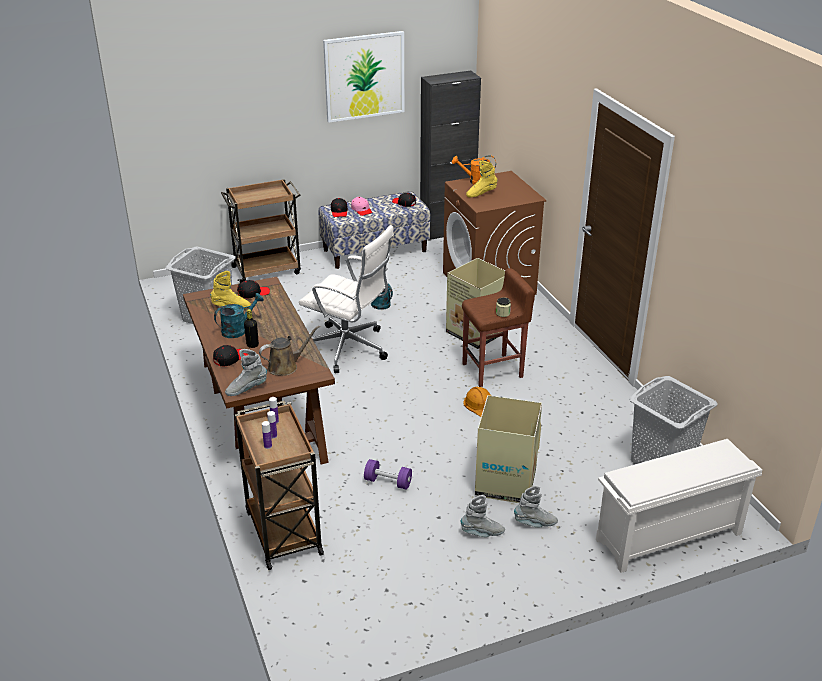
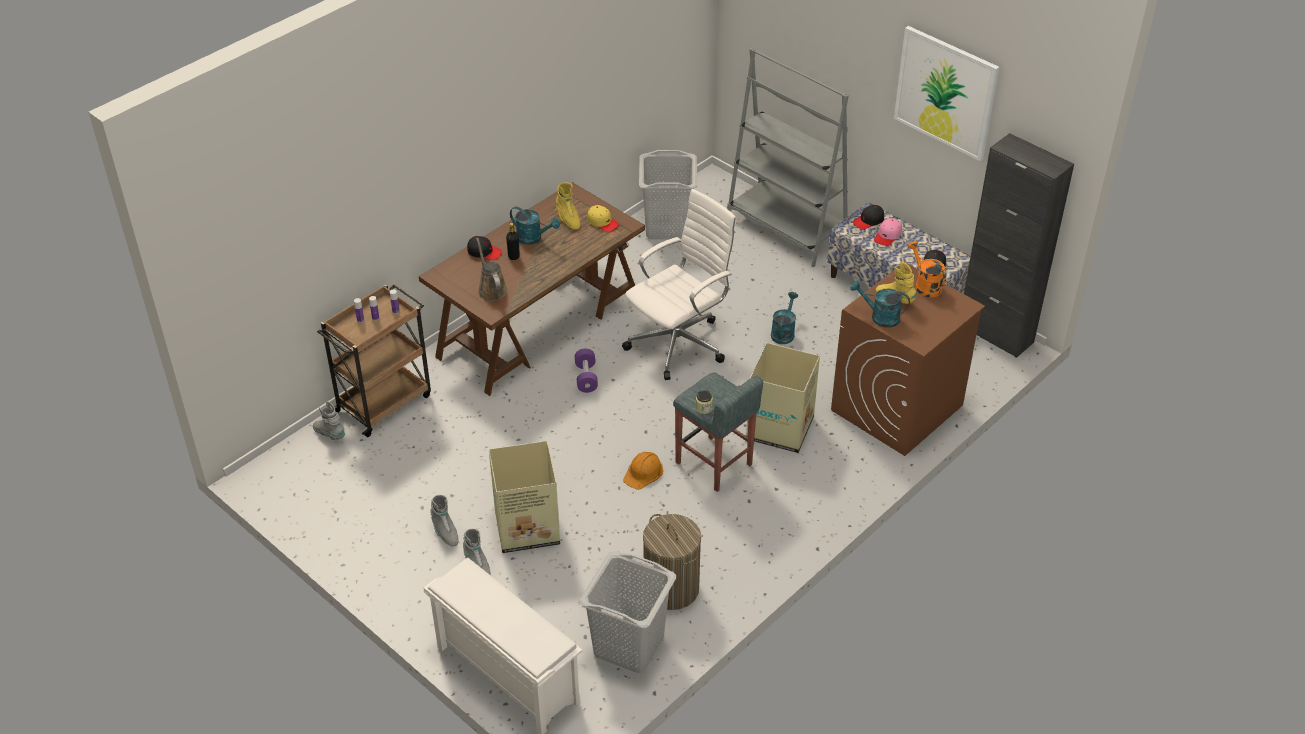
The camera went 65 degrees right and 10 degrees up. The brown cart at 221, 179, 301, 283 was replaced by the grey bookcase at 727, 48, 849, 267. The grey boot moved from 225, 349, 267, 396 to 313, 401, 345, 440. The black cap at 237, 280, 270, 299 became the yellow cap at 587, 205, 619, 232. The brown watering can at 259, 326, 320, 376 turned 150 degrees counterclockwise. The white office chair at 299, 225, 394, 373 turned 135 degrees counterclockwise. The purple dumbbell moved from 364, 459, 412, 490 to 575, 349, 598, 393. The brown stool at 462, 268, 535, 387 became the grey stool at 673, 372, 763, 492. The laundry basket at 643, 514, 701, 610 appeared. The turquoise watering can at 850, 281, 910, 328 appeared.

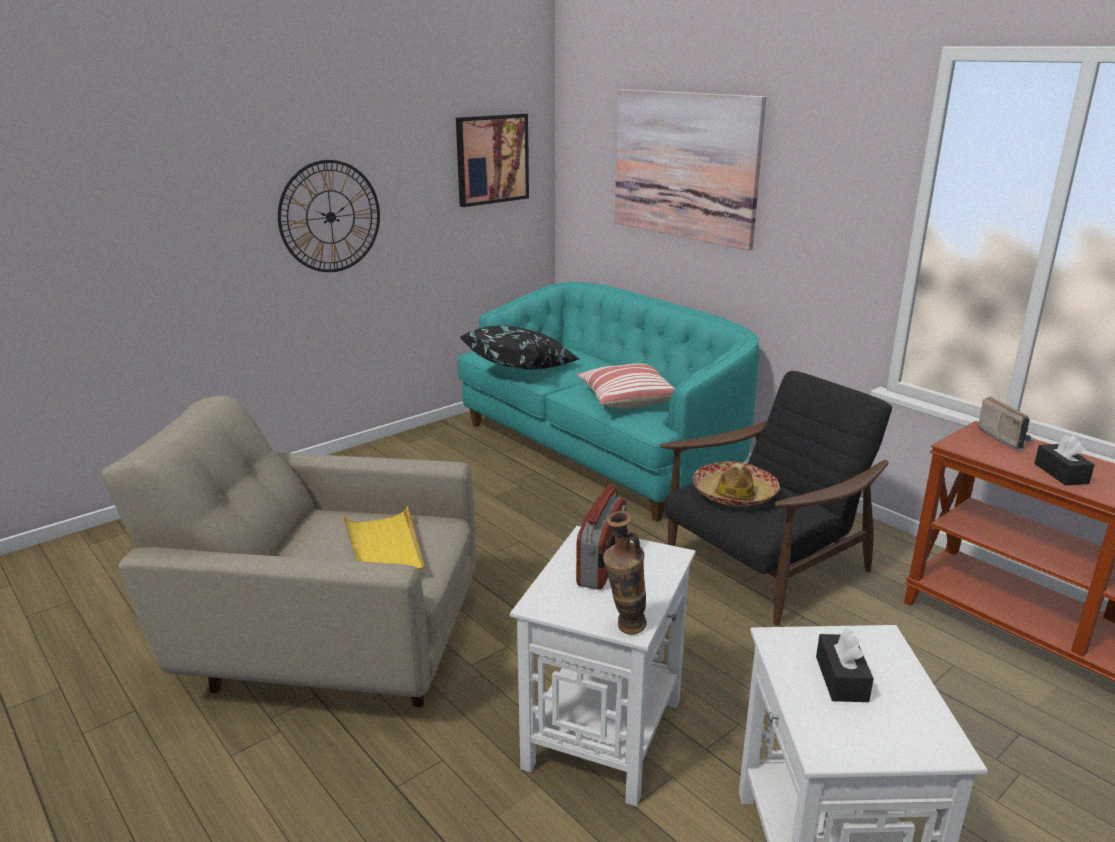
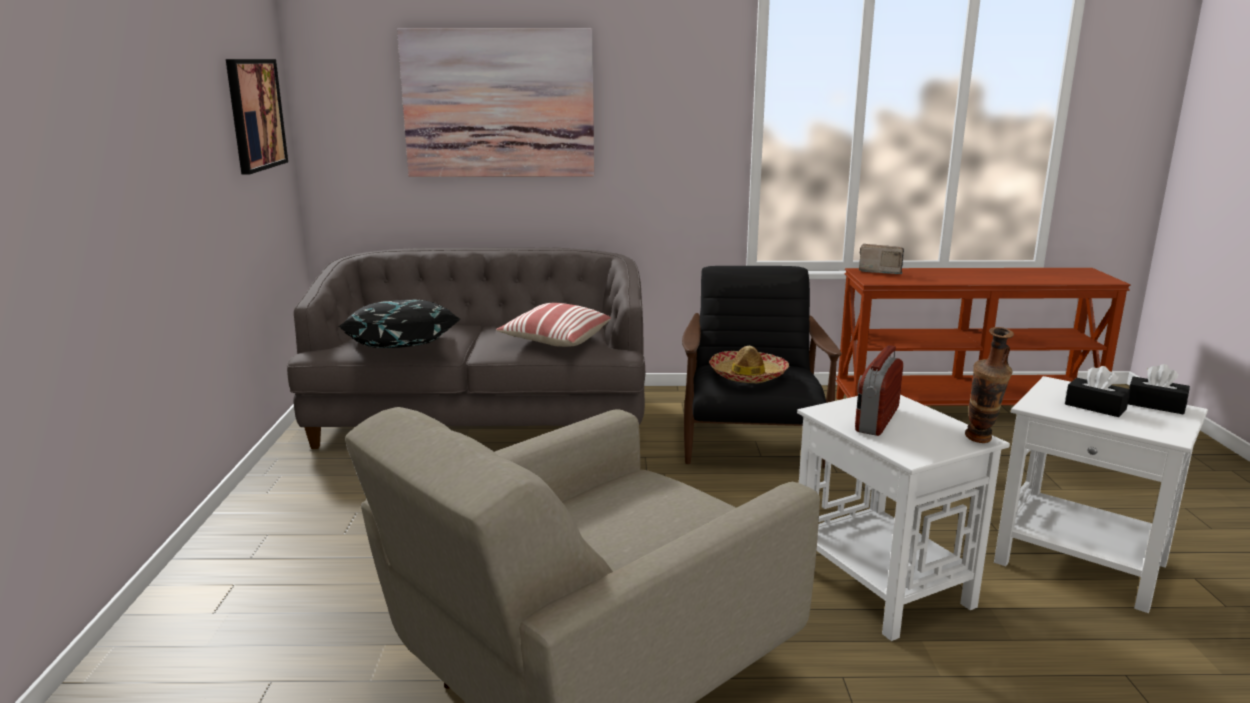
The camera went 50 degrees left and 5 degrees down. The wall clock at 278, 160, 380, 272 disappeared. The yellow tray at 343, 506, 425, 575 disappeared. The turquoise sofa at 457, 282, 759, 522 became the grey sofa at 287, 248, 645, 449. The radio at 576, 484, 627, 590 turned 120 degrees counterclockwise. The black tissue box moved from 1034, 435, 1095, 485 to 1128, 364, 1190, 415.

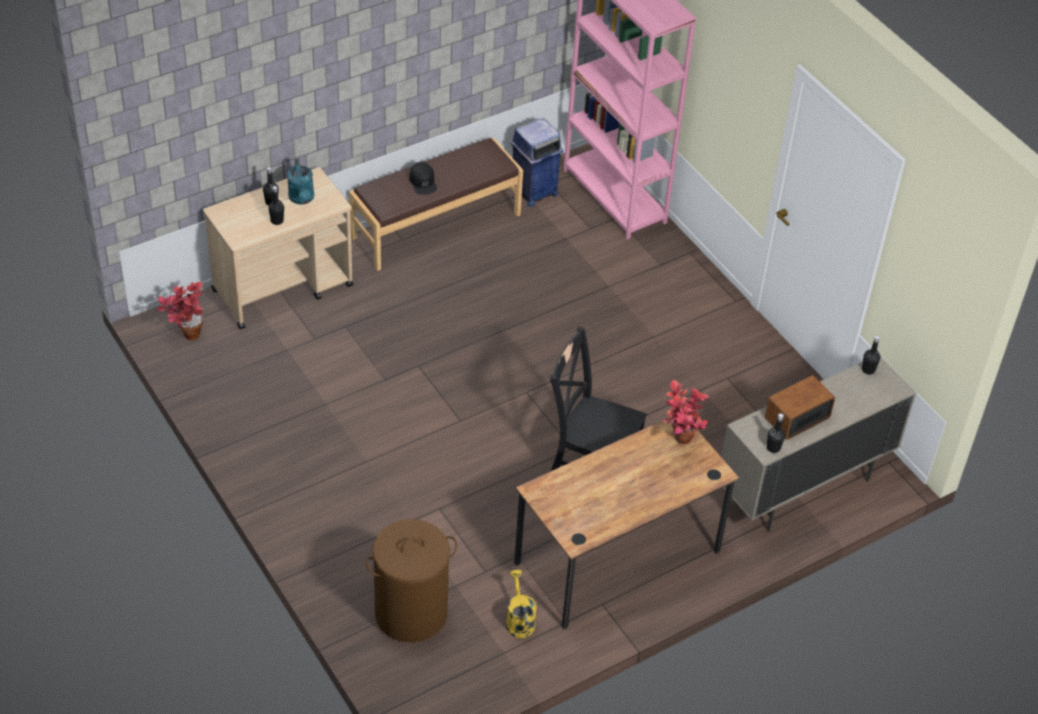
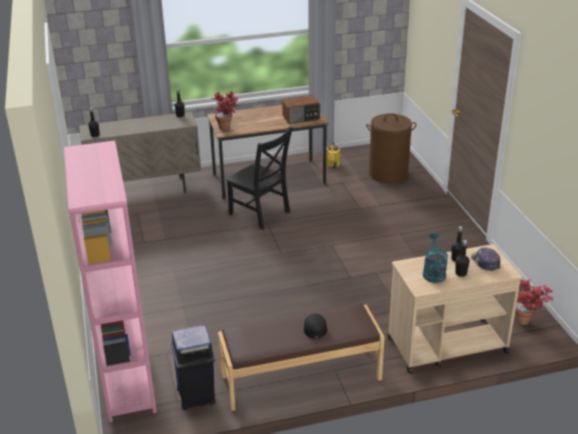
The camera went 160 degrees left and 15 degrees down. The radio moved from 765, 375, 835, 440 to 282, 95, 320, 124. The cap at 471, 248, 501, 271 appeared.

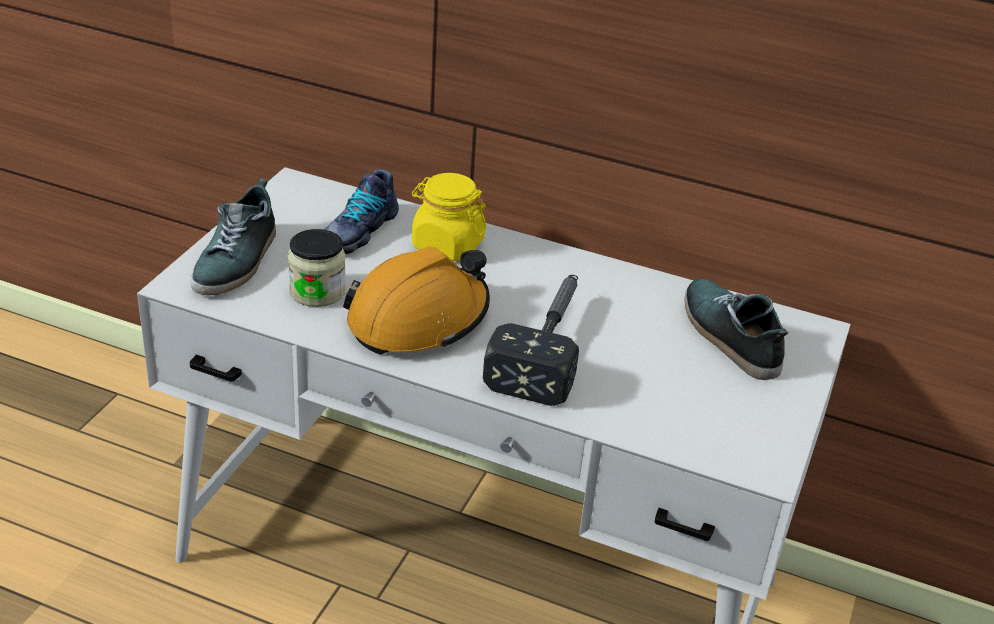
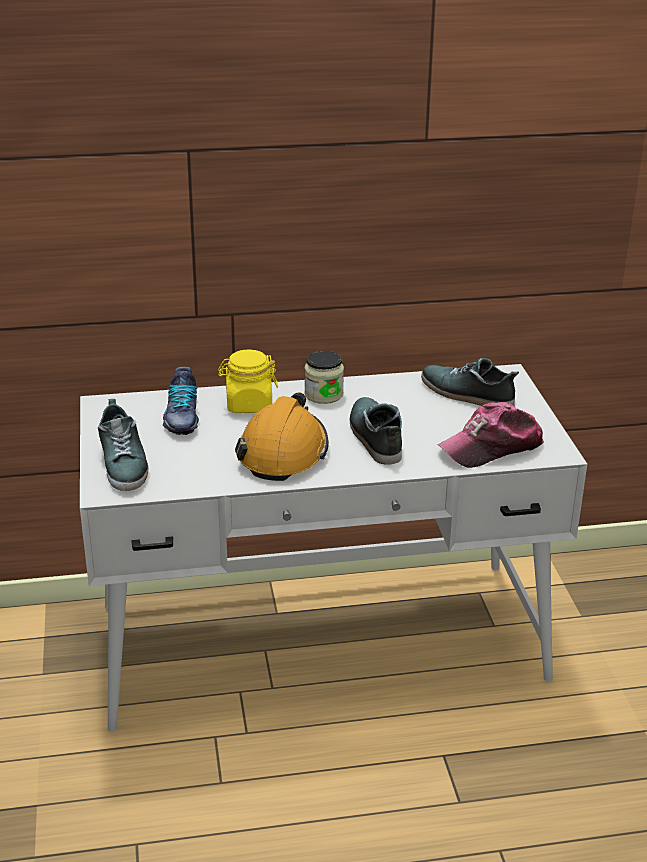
The camera went 30 degrees left and 5 degrees down. The jar moved from 288, 229, 346, 307 to 304, 350, 344, 404. The hammer at 483, 275, 579, 406 was replaced by the shoe at 350, 397, 402, 465. The cap at 438, 402, 544, 468 appeared.

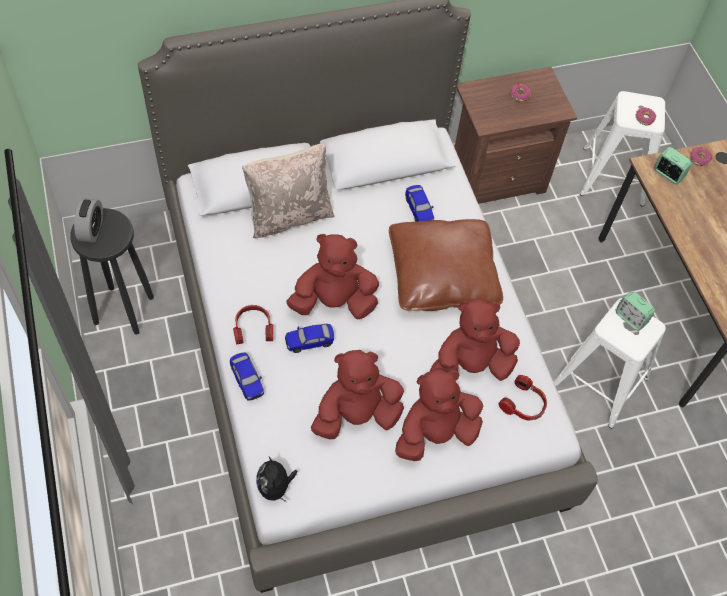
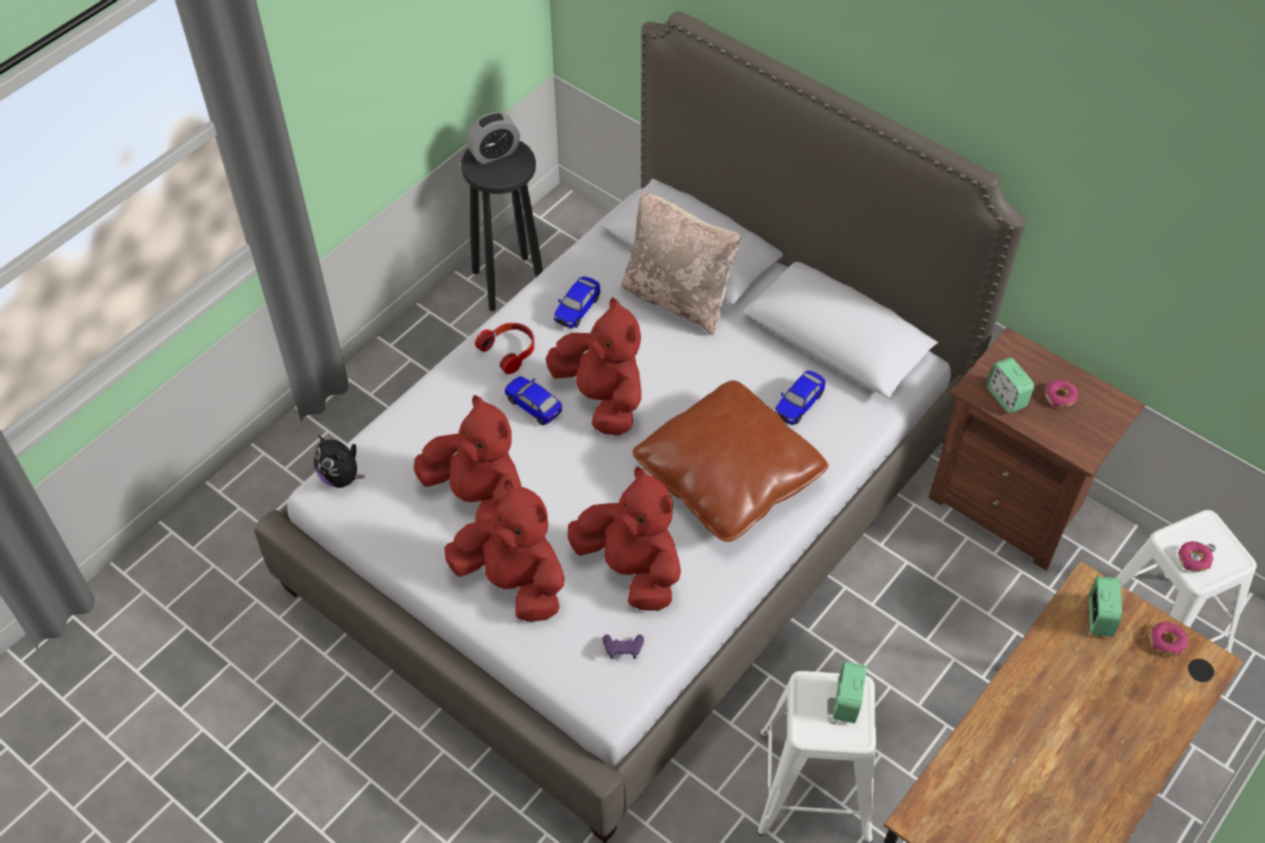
The camera went 60 degrees right and 5 degrees down. The toy car moved from 230, 352, 264, 401 to 554, 276, 600, 328. The plush toy at 256, 457, 297, 502 turned 90 degrees counterclockwise. The headphones at 499, 375, 547, 421 was replaced by the purple game controller at 603, 634, 644, 659. The alarm clock at 987, 357, 1034, 413 appeared.

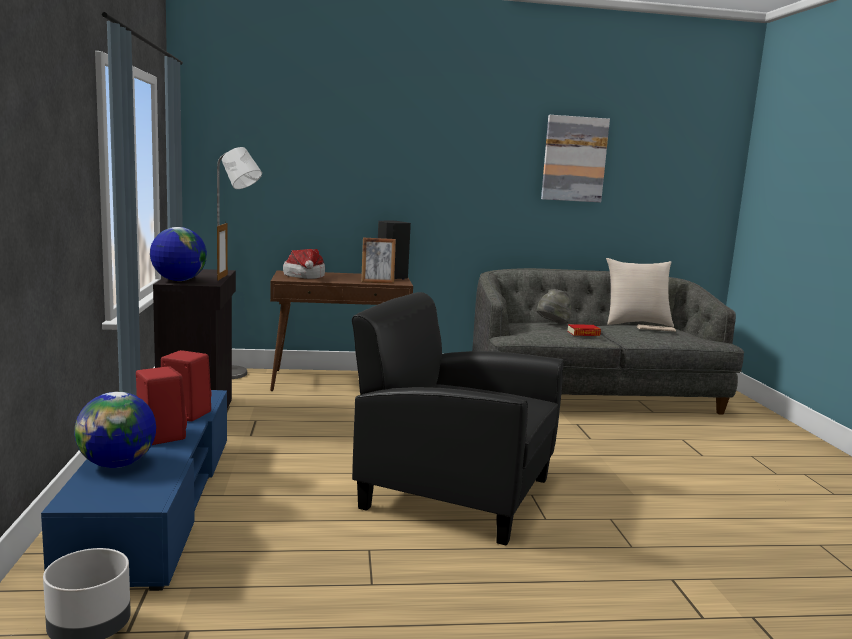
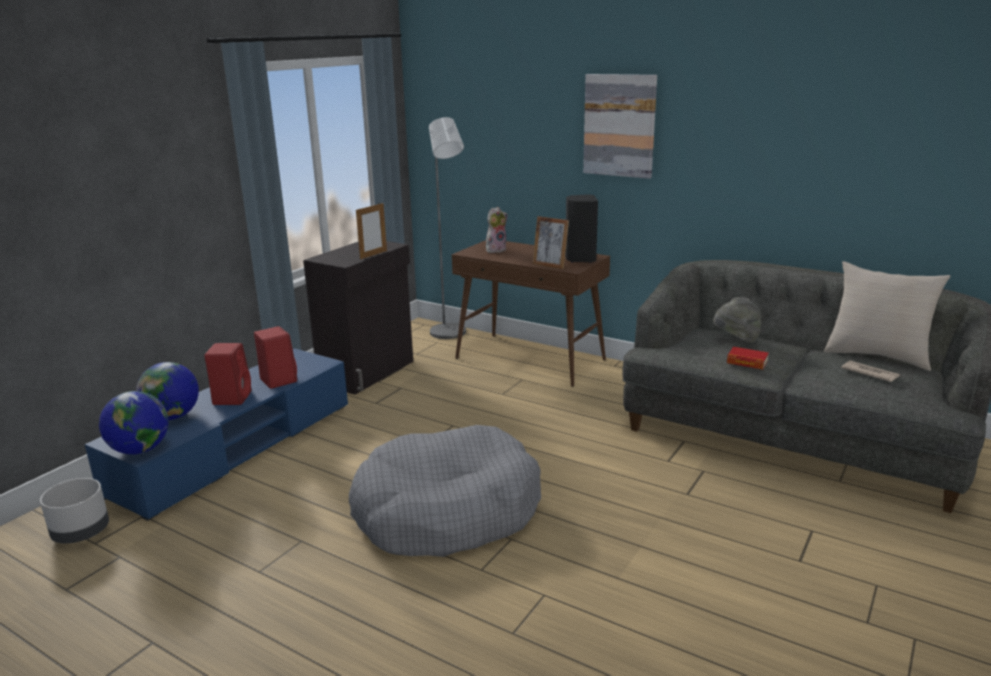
The camera went 40 degrees right and 10 degrees up. The globe moved from 150, 227, 207, 281 to 99, 391, 168, 455. The hat at 283, 249, 325, 279 was replaced by the plush toy at 486, 207, 508, 253. The black armchair at 352, 292, 563, 546 was replaced by the grey dog bed at 349, 425, 541, 557. The picture moved from 541, 115, 610, 202 to 583, 74, 657, 179.

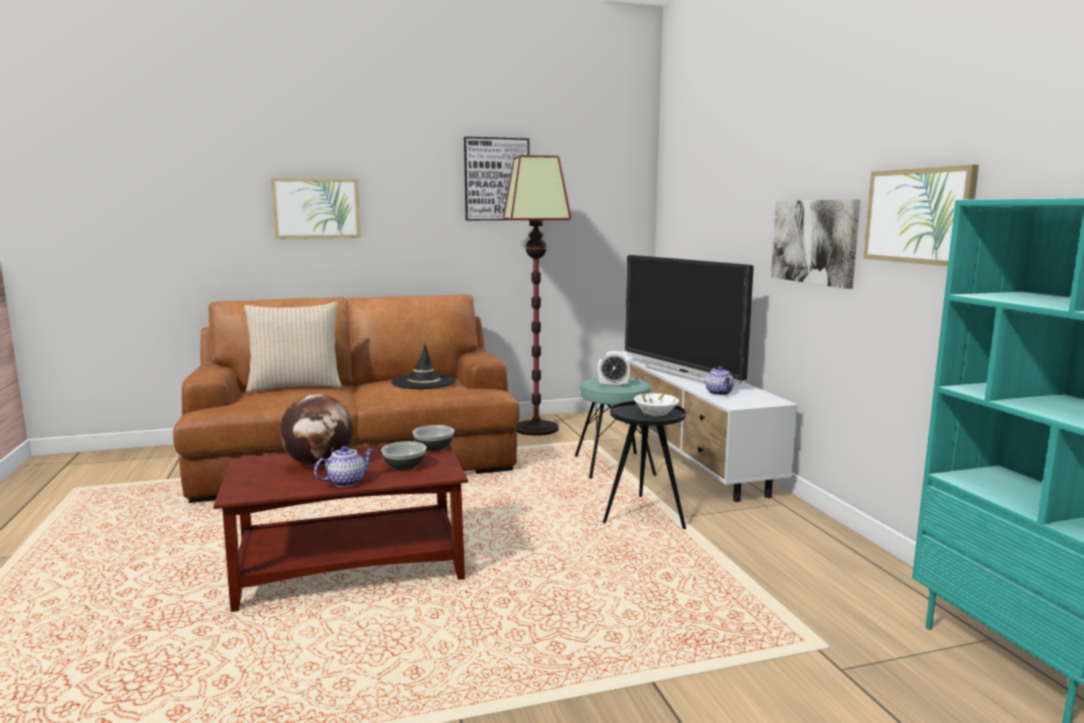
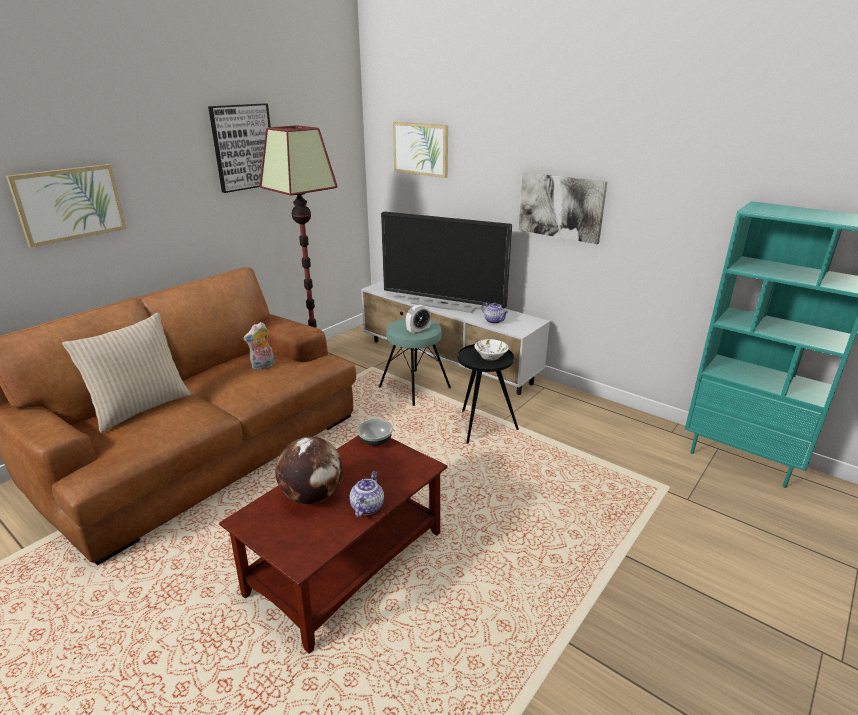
The camera went 35 degrees left and 15 degrees up. The bowl at 381, 441, 427, 470 disappeared. The black hat at 391, 344, 456, 389 was replaced by the plush toy at 243, 322, 274, 370. The picture moved from 863, 164, 979, 266 to 393, 122, 448, 178.

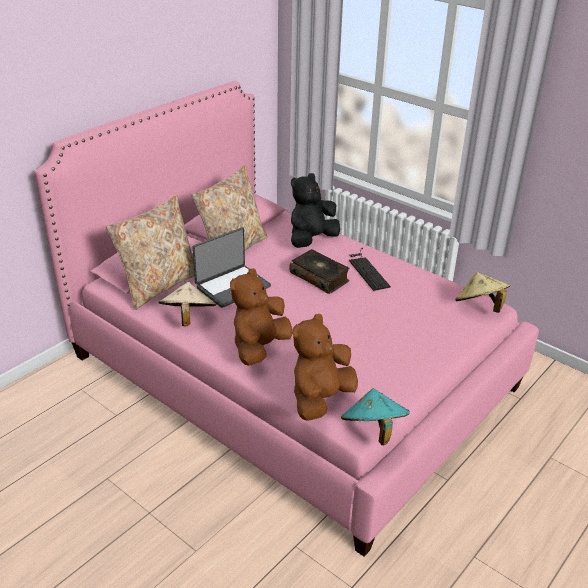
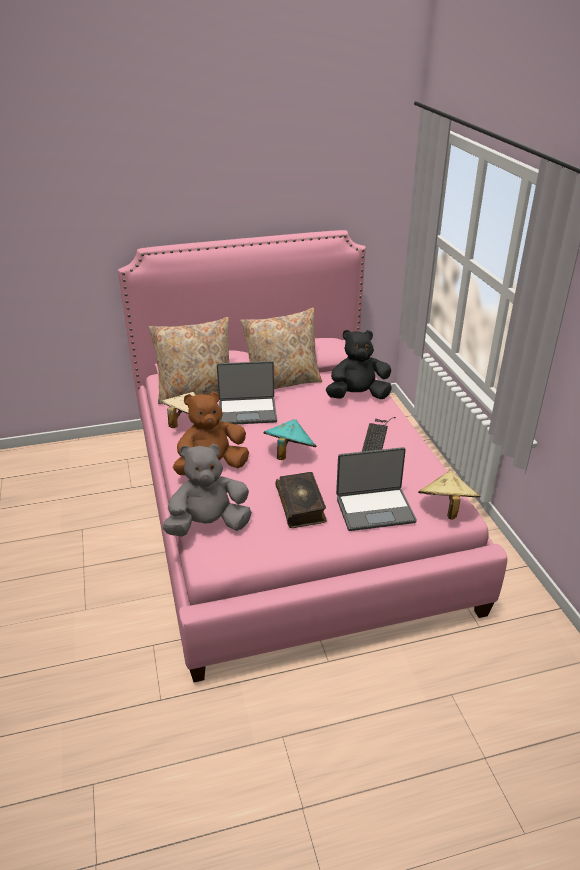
The camera went 35 degrees right and 0 degrees up. The book moved from 289, 249, 349, 294 to 275, 472, 327, 528. The brown plush toy at 292, 314, 358, 421 became the grey plush toy at 162, 444, 252, 537. The turquoise hat moved from 341, 388, 410, 445 to 264, 419, 316, 460. The laptop at 336, 447, 417, 531 appeared.

